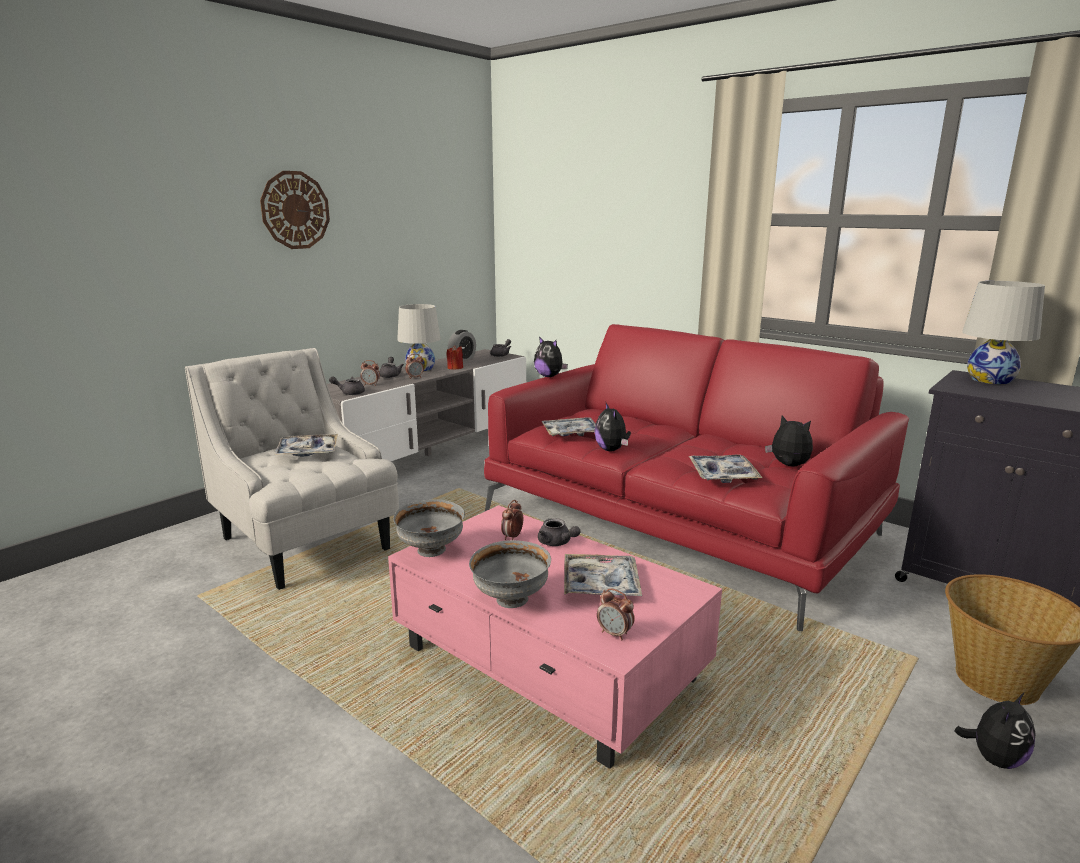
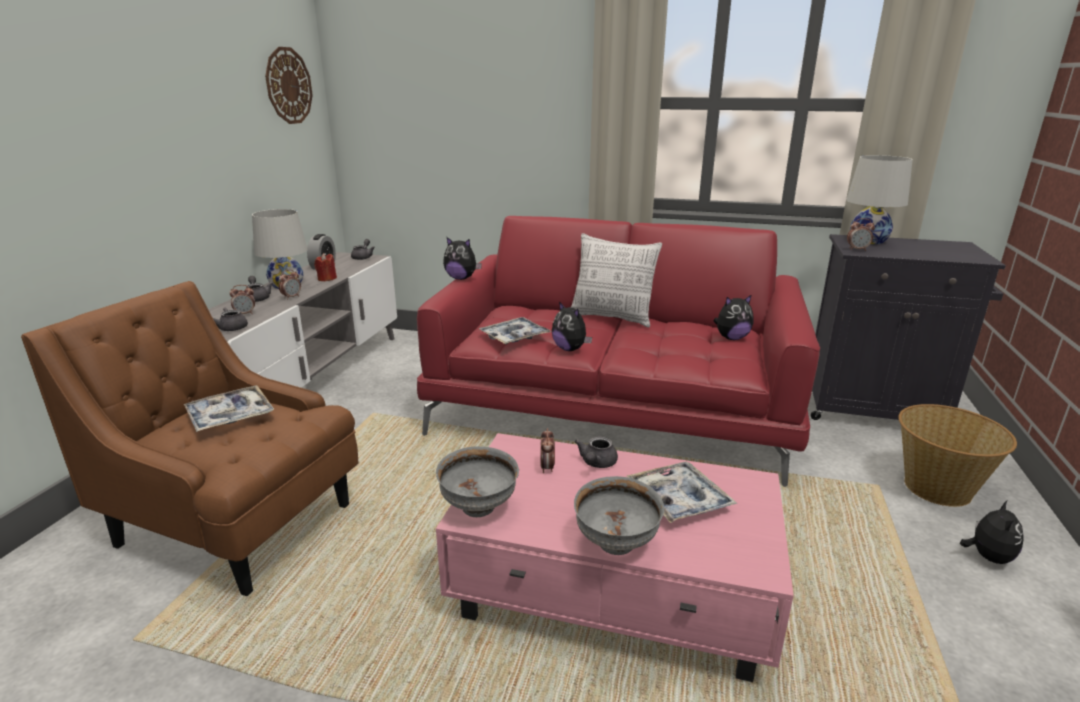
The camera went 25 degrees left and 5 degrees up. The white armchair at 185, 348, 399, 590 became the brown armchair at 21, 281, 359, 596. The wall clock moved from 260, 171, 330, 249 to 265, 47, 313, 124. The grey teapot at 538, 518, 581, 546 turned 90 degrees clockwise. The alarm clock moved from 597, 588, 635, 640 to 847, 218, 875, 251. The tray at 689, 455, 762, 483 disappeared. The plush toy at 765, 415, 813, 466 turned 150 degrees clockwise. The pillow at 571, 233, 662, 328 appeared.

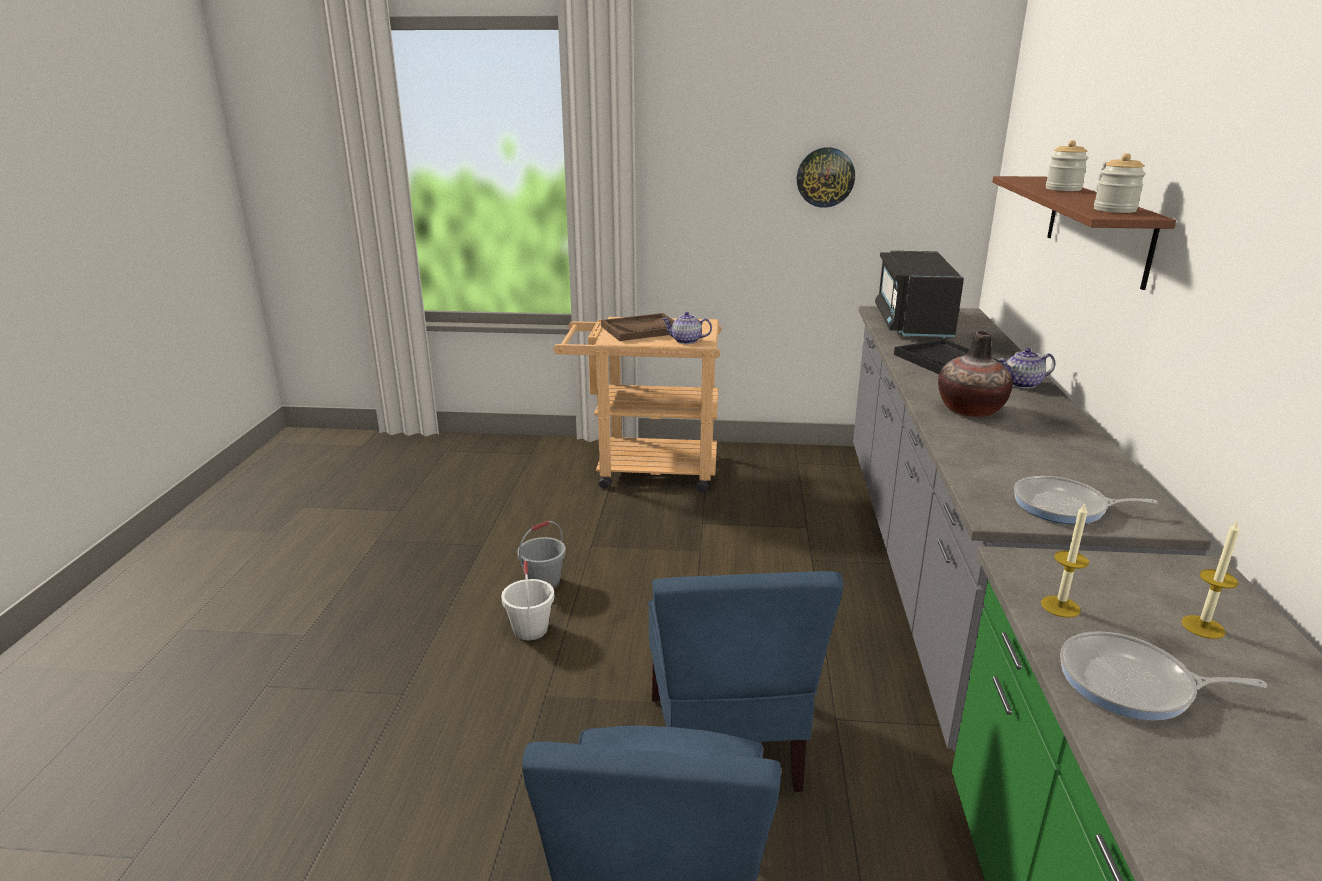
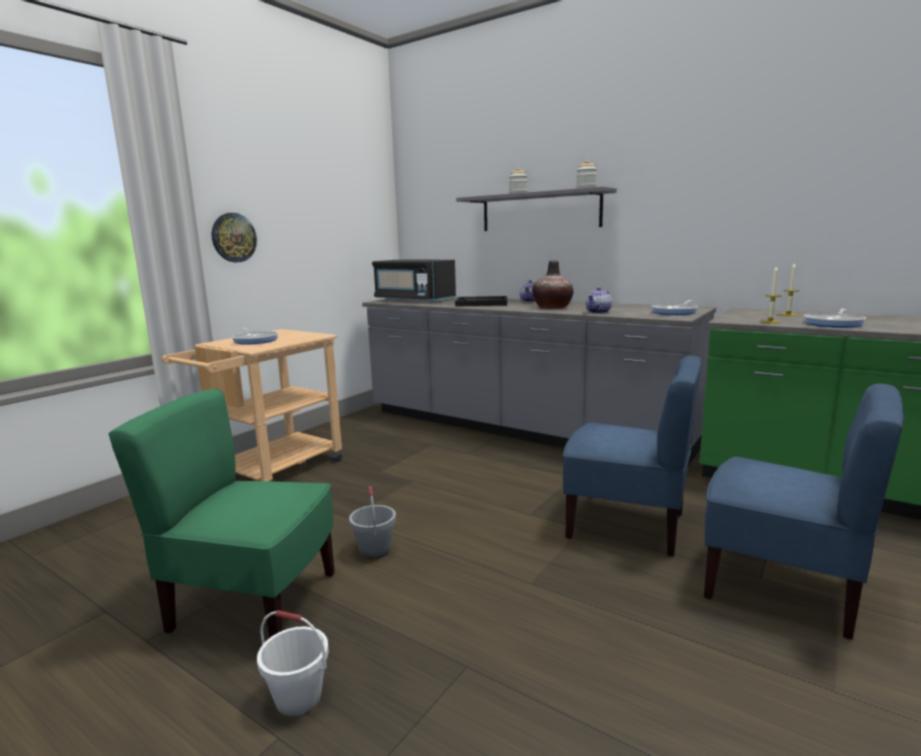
The camera went 60 degrees left and 10 degrees down. The white bucket moved from 501, 560, 554, 640 to 257, 610, 329, 716. The brown tray at 601, 313, 675, 341 was replaced by the frying pan at 232, 328, 278, 345. The teapot moved from 662, 312, 712, 344 to 586, 287, 612, 314. The wall clock moved from 797, 147, 855, 208 to 212, 213, 257, 262. The brown shelf at 992, 176, 1176, 290 became the grey shelf at 456, 186, 617, 231. The green chair at 108, 389, 335, 637 appeared.

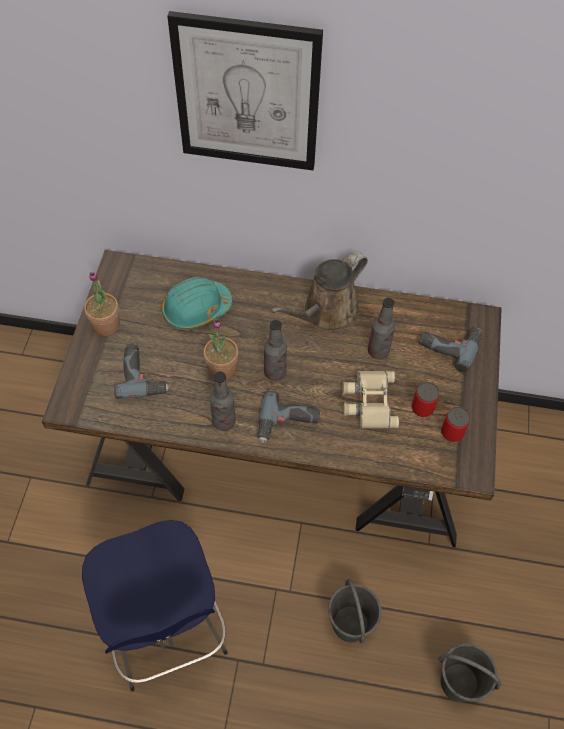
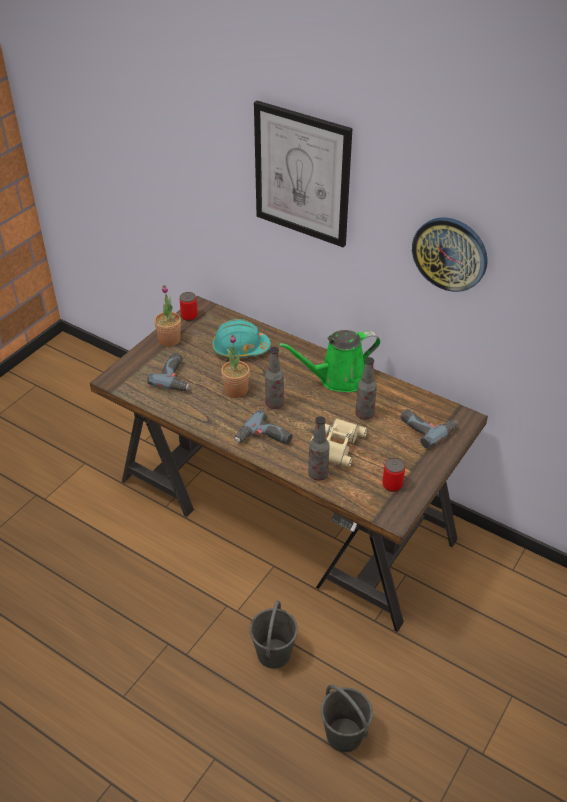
The camera went 25 degrees right and 15 degrees down. The blue stool at 82, 520, 228, 691 disappeared. The bottle moved from 210, 371, 236, 431 to 308, 416, 330, 481. The brown watering can at 271, 252, 368, 332 became the green watering can at 279, 330, 380, 392. The can moved from 412, 382, 439, 417 to 180, 292, 198, 321. The wall clock at 412, 217, 488, 292 appeared.

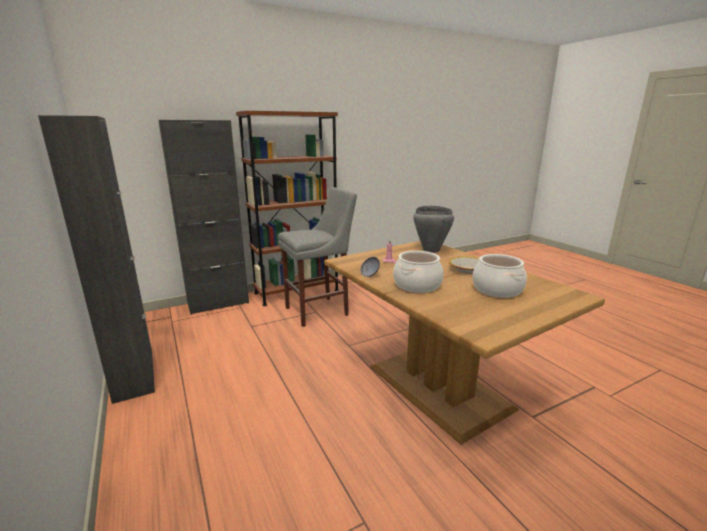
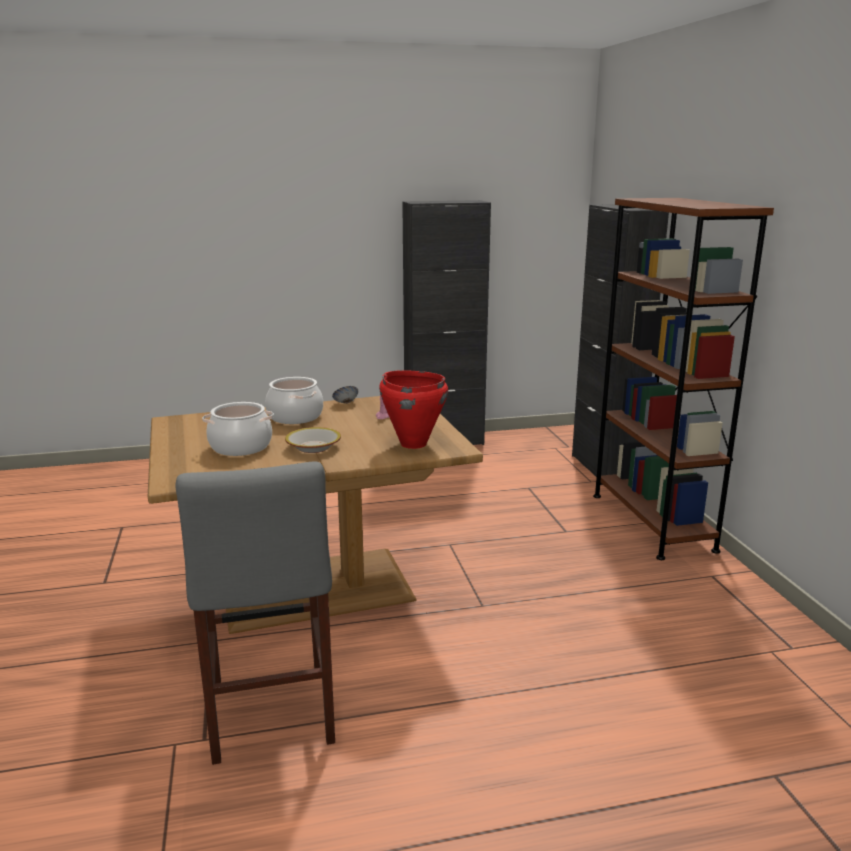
The camera went 105 degrees right and 0 degrees up. The grey stool moved from 278, 187, 357, 327 to 176, 462, 335, 765. The grey cooking pot at 413, 206, 454, 253 became the red cooking pot at 379, 370, 448, 449.

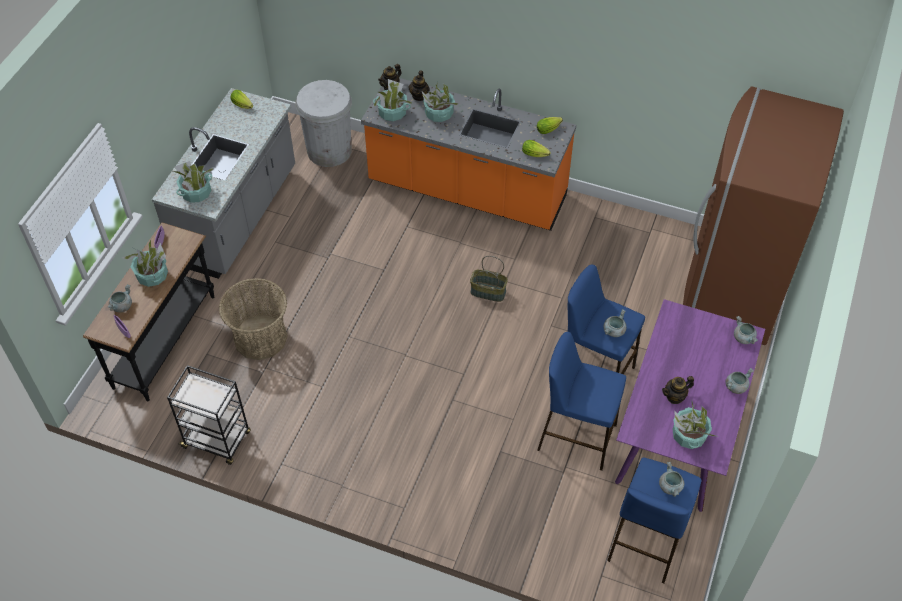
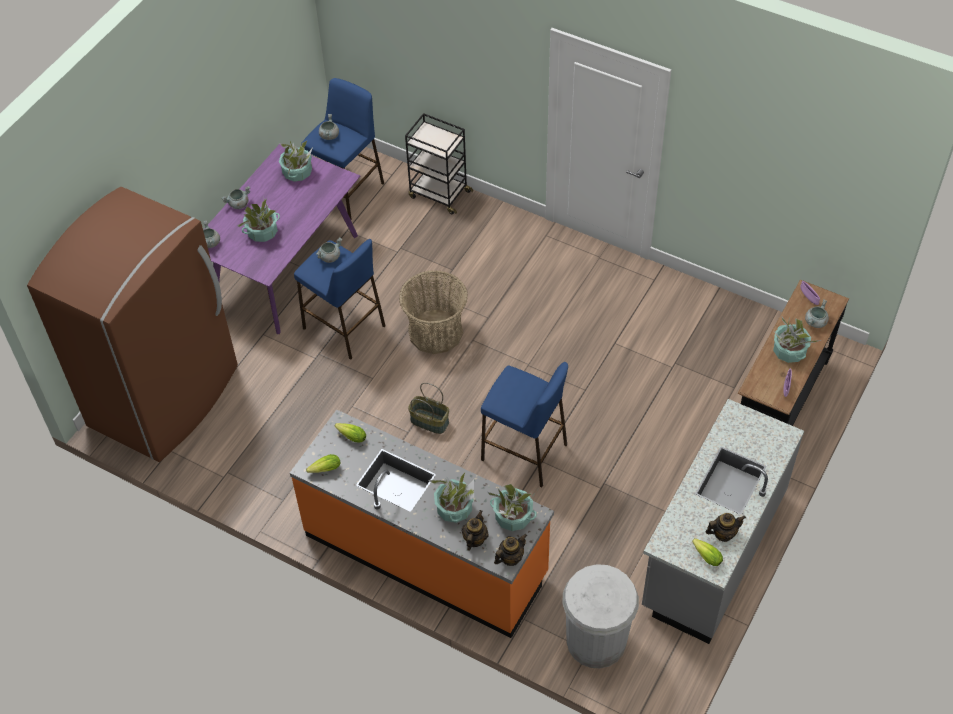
The camera went 170 degrees left and 0 degrees up. The black cart moved from 167, 365, 251, 465 to 405, 113, 473, 214. The potted plant moved from 173, 161, 213, 203 to 237, 199, 280, 242. The basket moved from 219, 278, 288, 360 to 399, 270, 468, 354. The blue stool moved from 537, 332, 626, 471 to 481, 362, 568, 487. The teapot moved from 662, 376, 694, 404 to 705, 513, 746, 542.

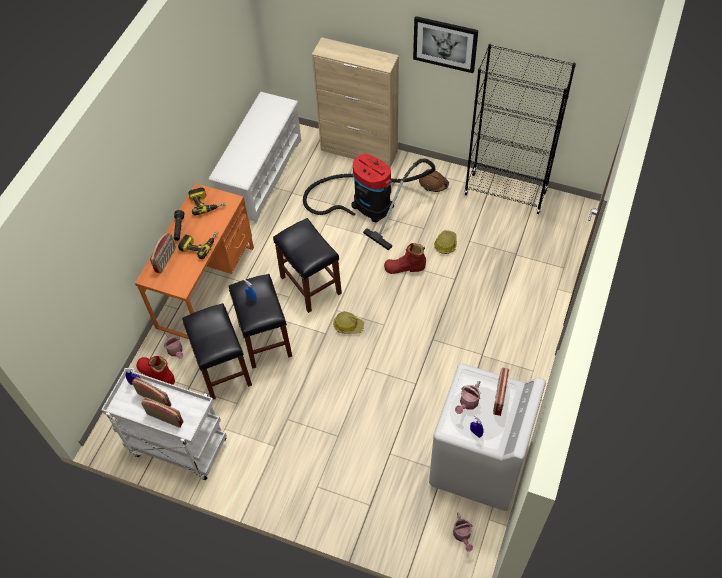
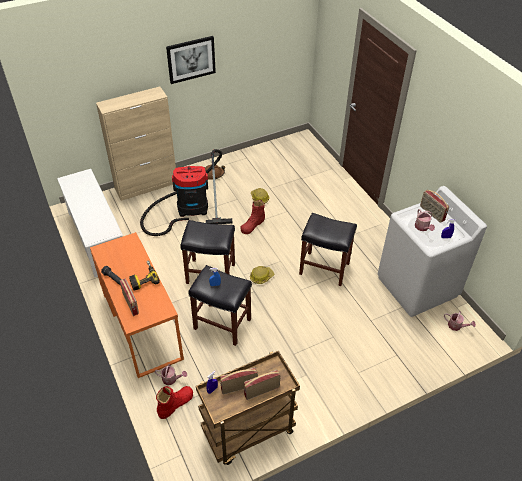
The camera went 50 degrees left and 10 degrees down. The white cart at 101, 370, 227, 480 became the brown cart at 196, 351, 300, 465. The red boot at 136, 356, 175, 385 turned 150 degrees clockwise. The black stool moved from 182, 303, 252, 400 to 299, 213, 357, 286. The power drill at 188, 187, 226, 216 disappeared. The black bookcase at 464, 44, 576, 214 disappeared.

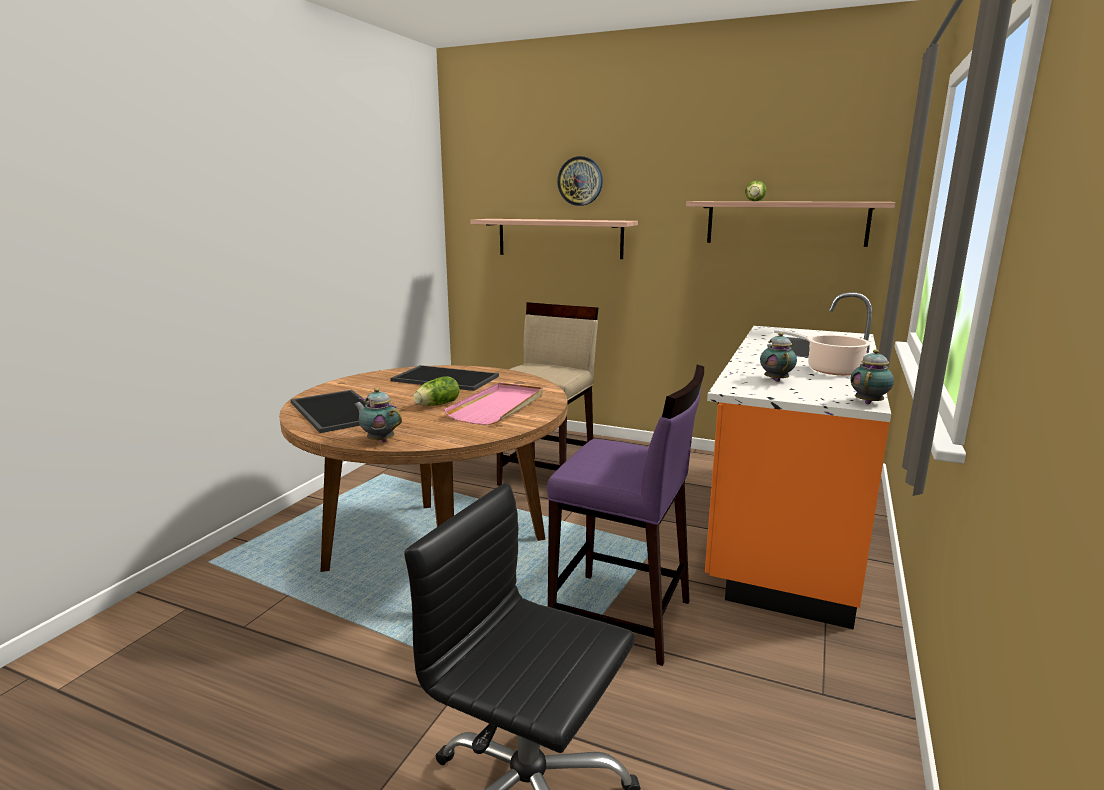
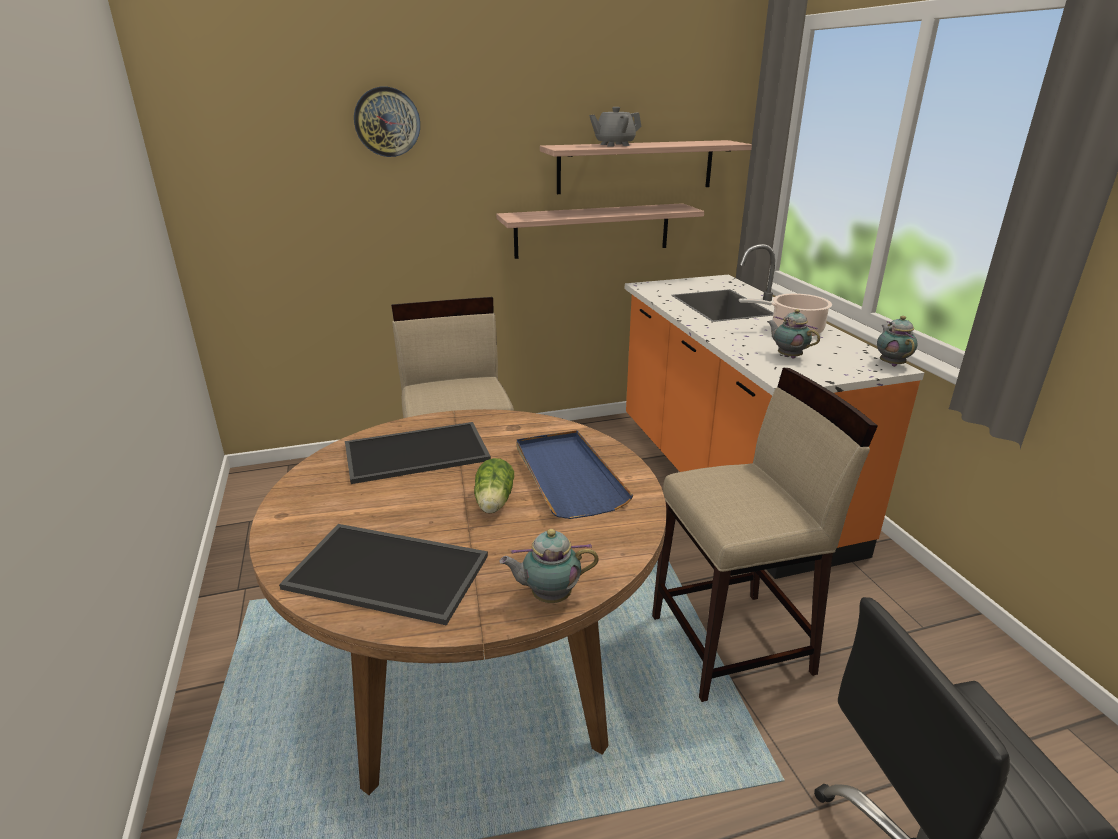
The camera went 40 degrees left and 10 degrees up. The pink tray at 444, 383, 543, 425 became the blue tray at 517, 430, 633, 519. The shelf moved from 470, 219, 638, 259 to 496, 203, 704, 259. The purple stool at 547, 365, 704, 666 became the beige stool at 652, 368, 878, 702. The lettuce at 745, 180, 767, 201 was replaced by the grey teapot at 589, 107, 642, 147.

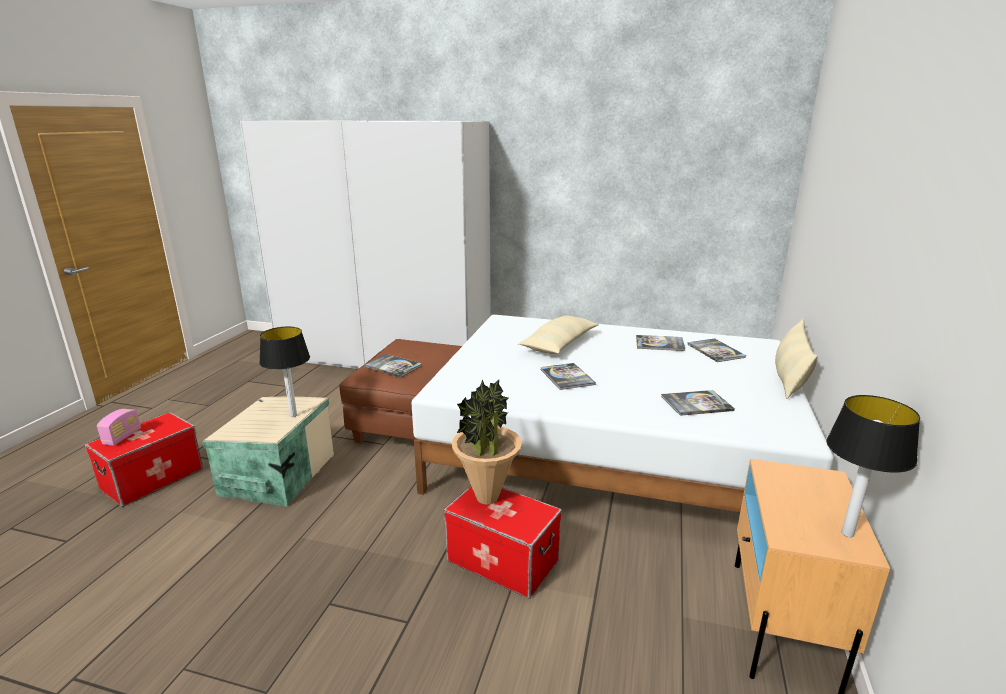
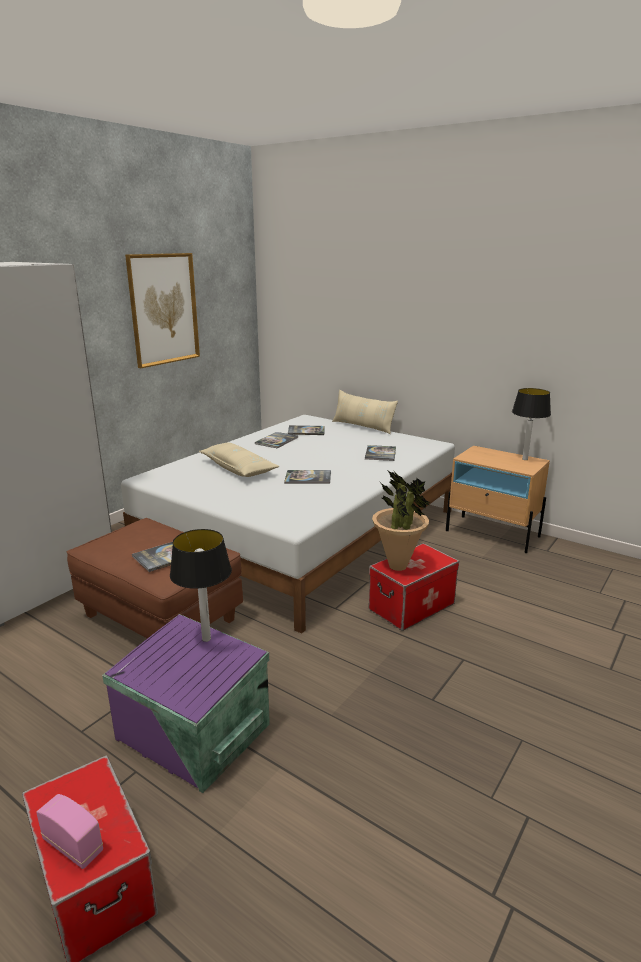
The camera went 70 degrees left and 0 degrees up. The beige storage box at 202, 397, 334, 507 became the purple storage box at 102, 614, 270, 793. The picture at 125, 253, 200, 368 appeared.

